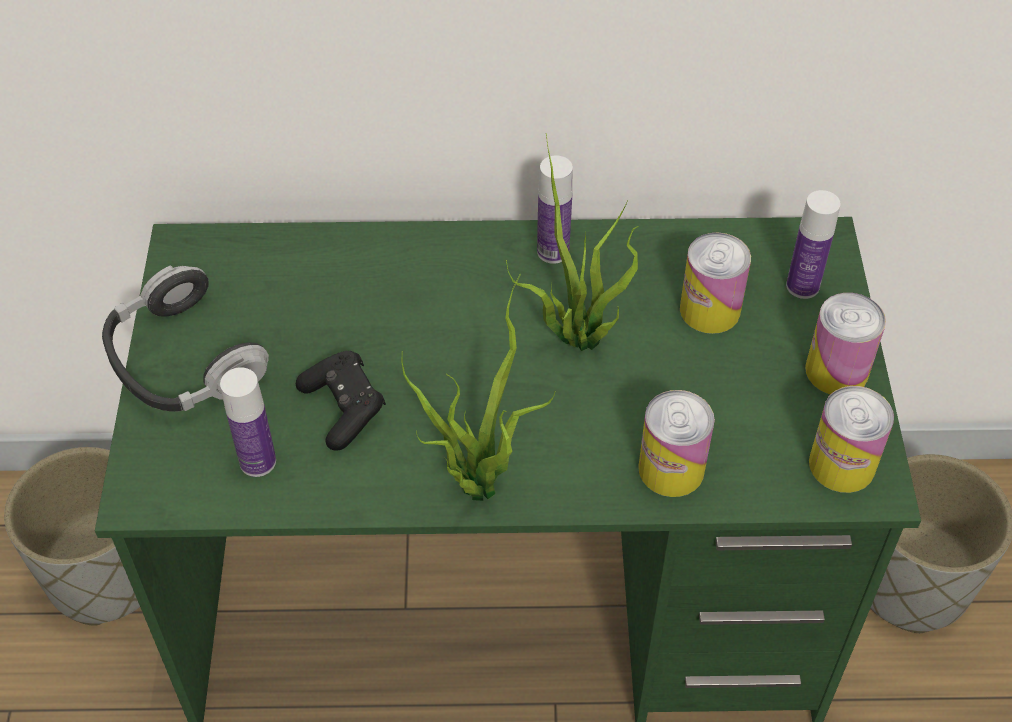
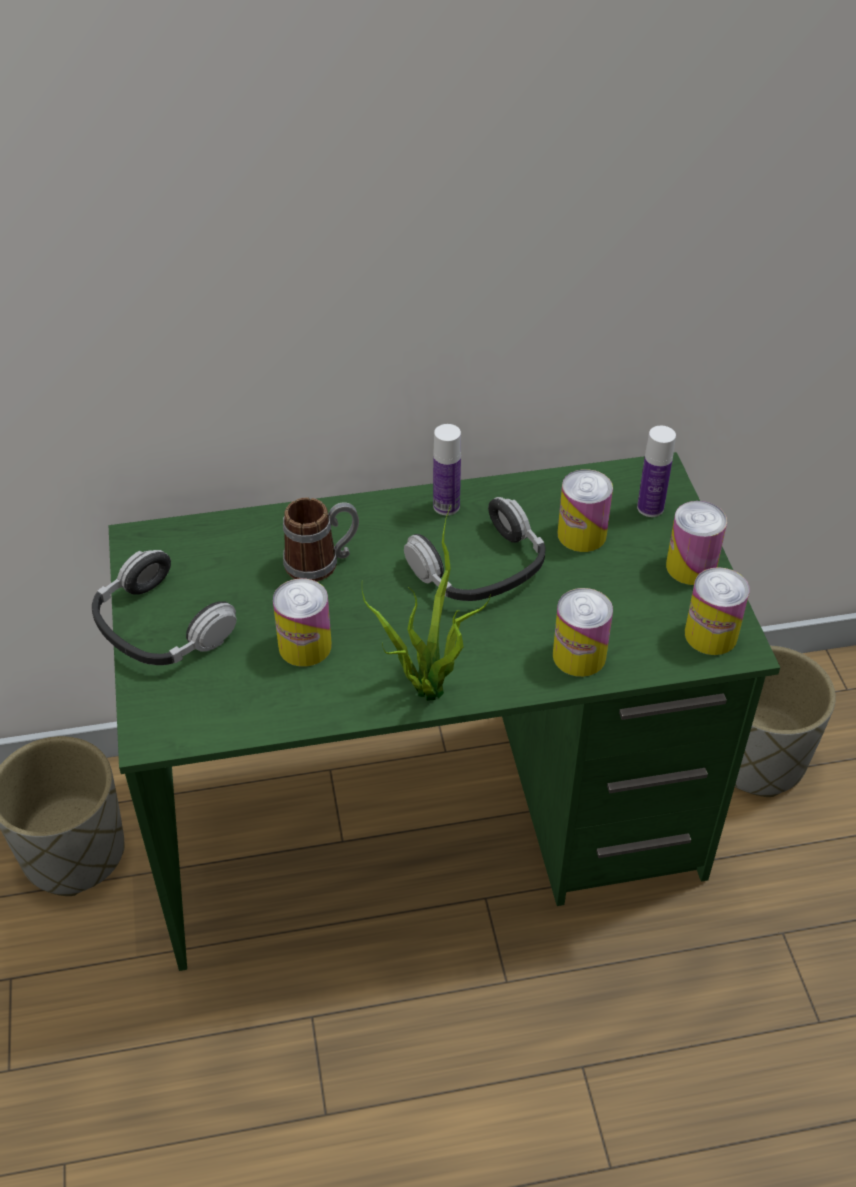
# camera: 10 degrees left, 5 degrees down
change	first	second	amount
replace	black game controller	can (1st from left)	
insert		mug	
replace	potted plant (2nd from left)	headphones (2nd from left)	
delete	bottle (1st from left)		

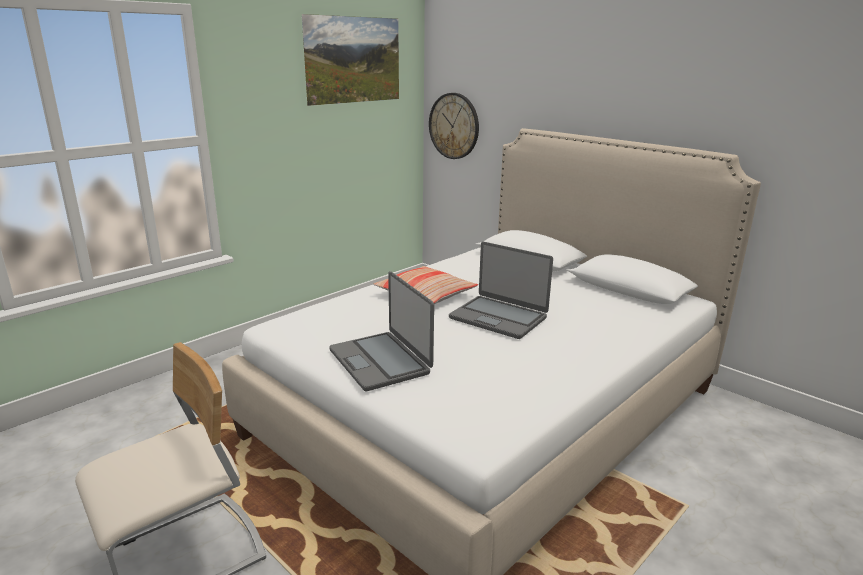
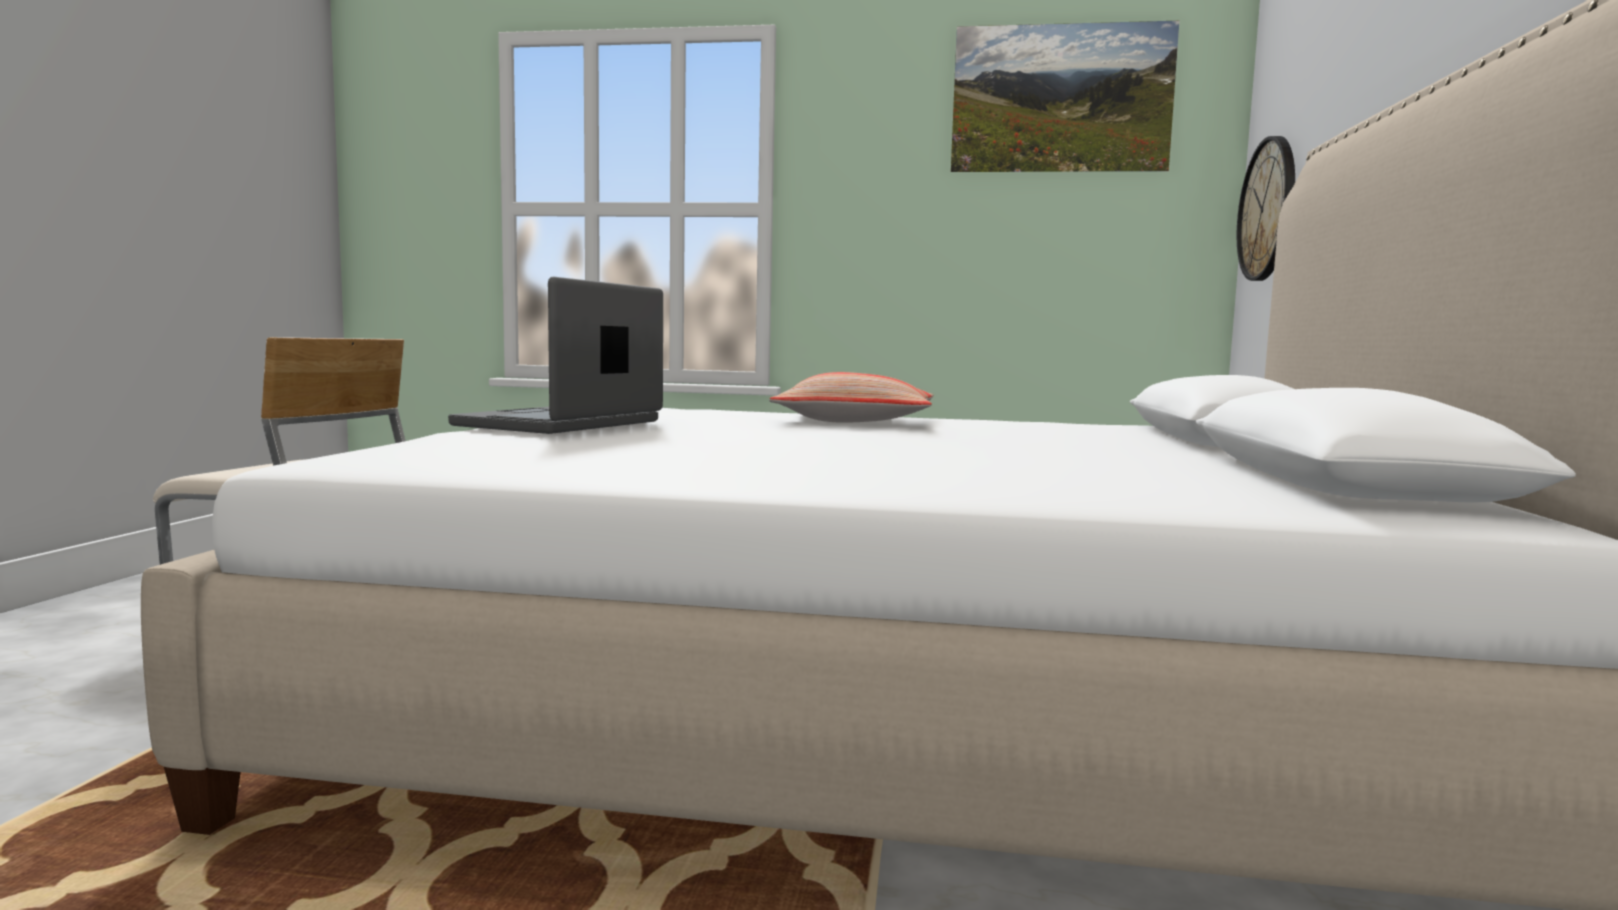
# camera: 55 degrees right, 15 degrees down
change	first	second	amount
delete	laptop (2nd from left)		

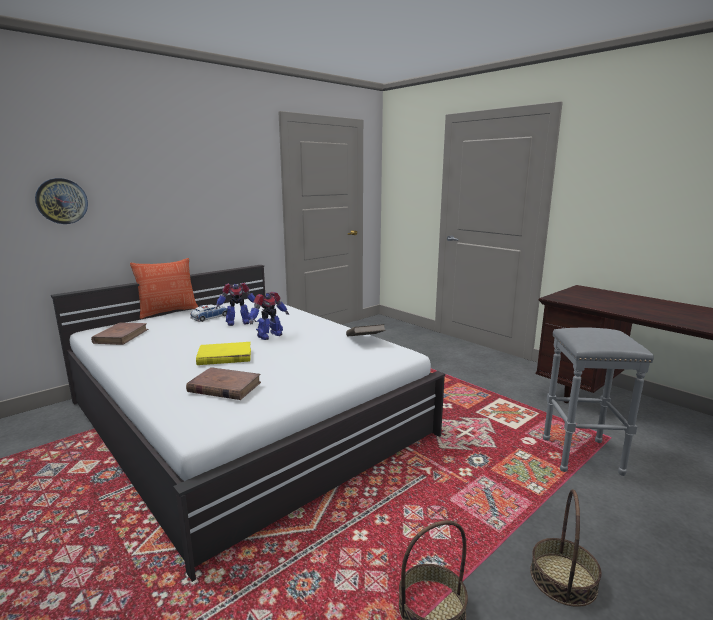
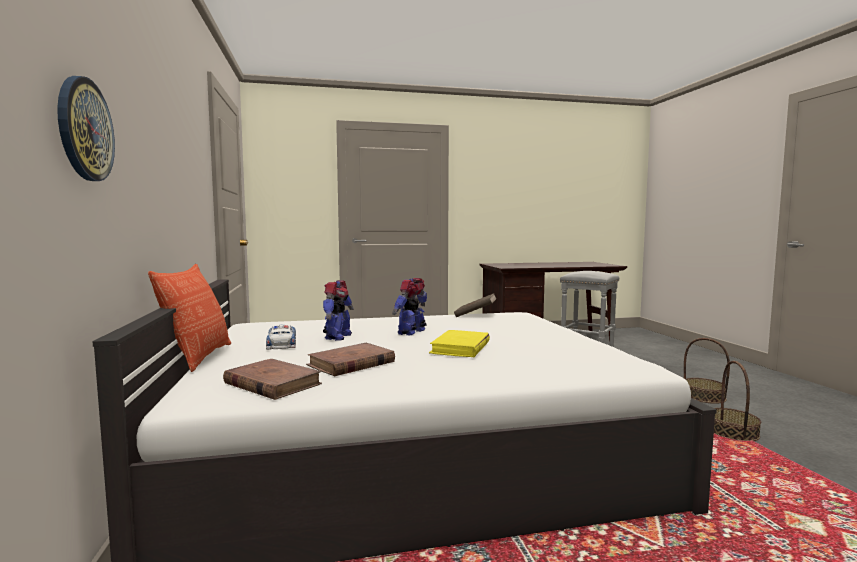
# camera: 60 degrees left, 10 degrees down
change	first	second	amount
move	brown book (2nd from left)		
rotate	toy robot (2nd from left)		135 degrees counterclockwise

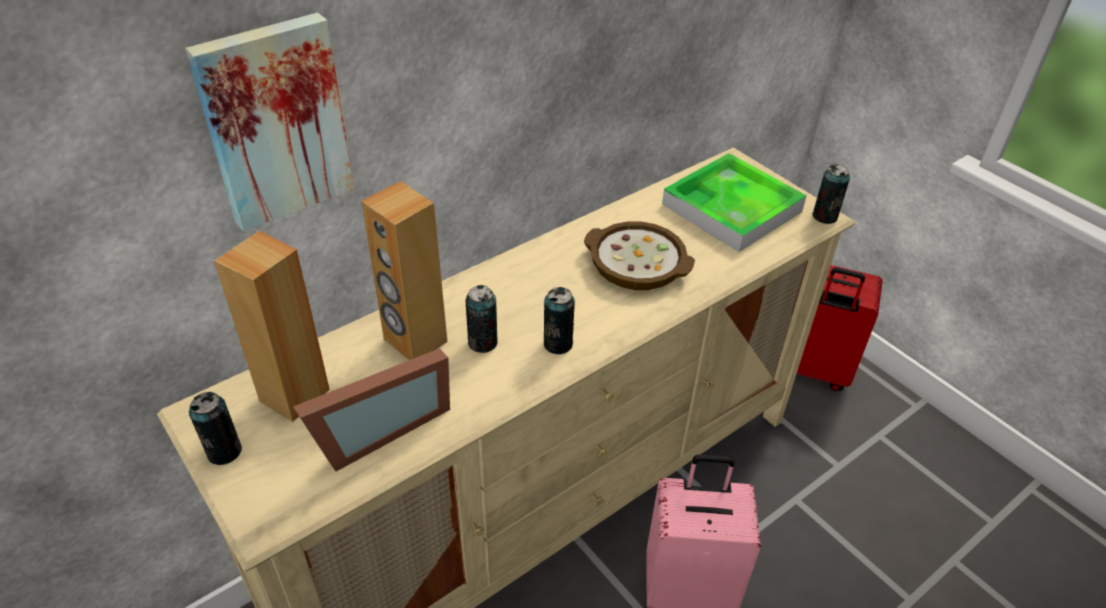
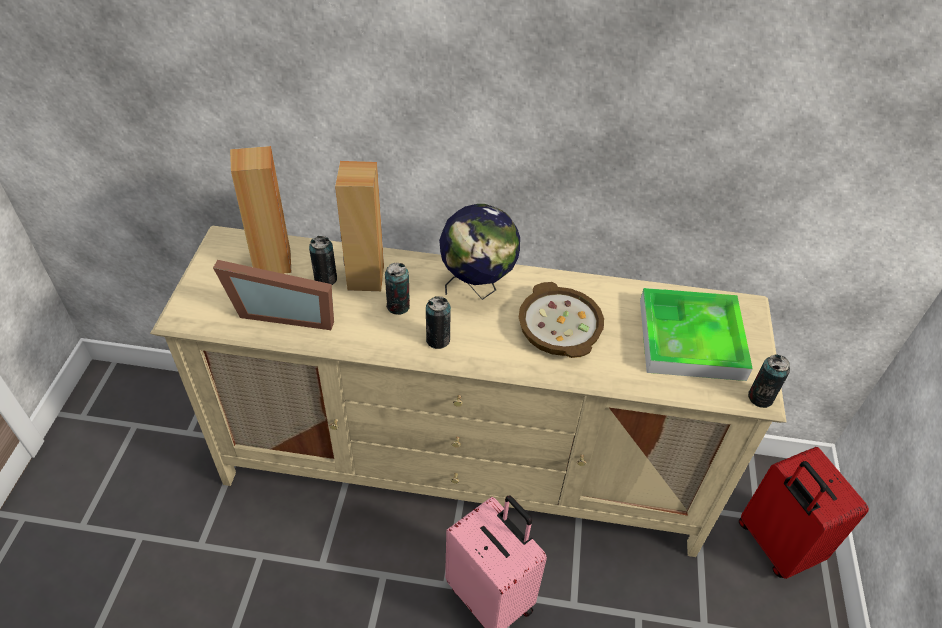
# camera: 45 degrees right, 5 degrees up
change	first	second	amount
move	can (1st from left)		
insert		globe	
delete	picture		

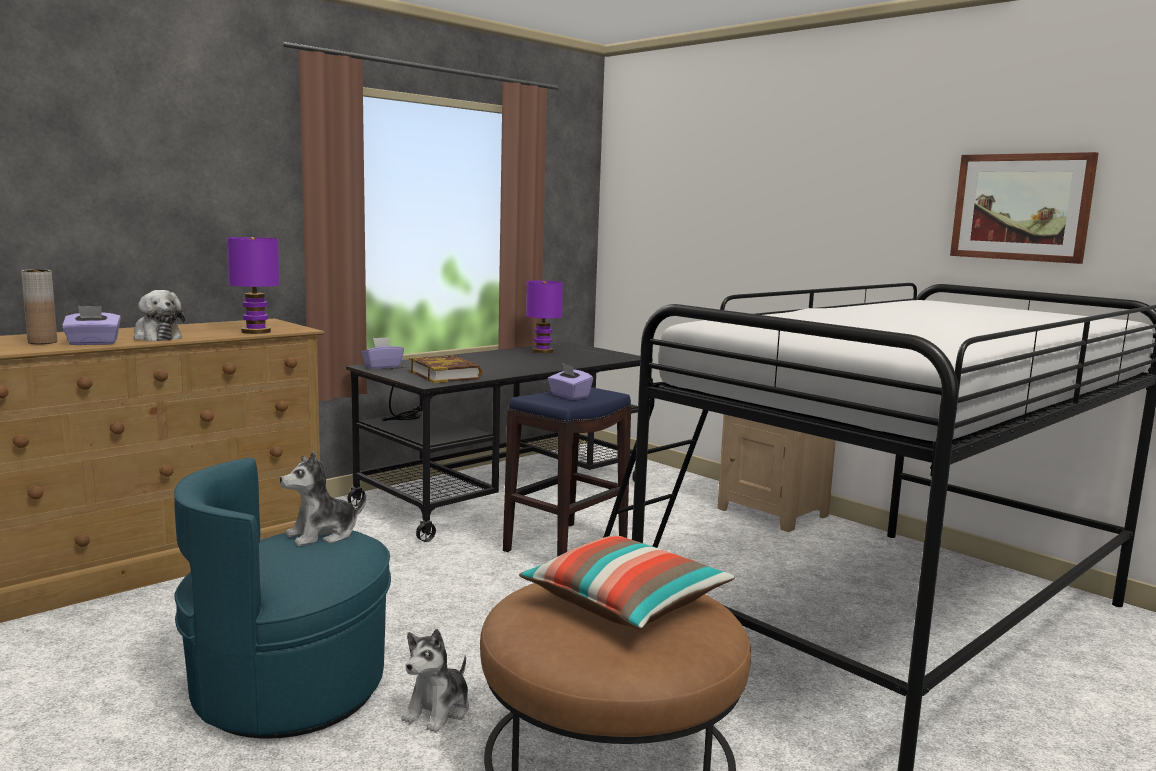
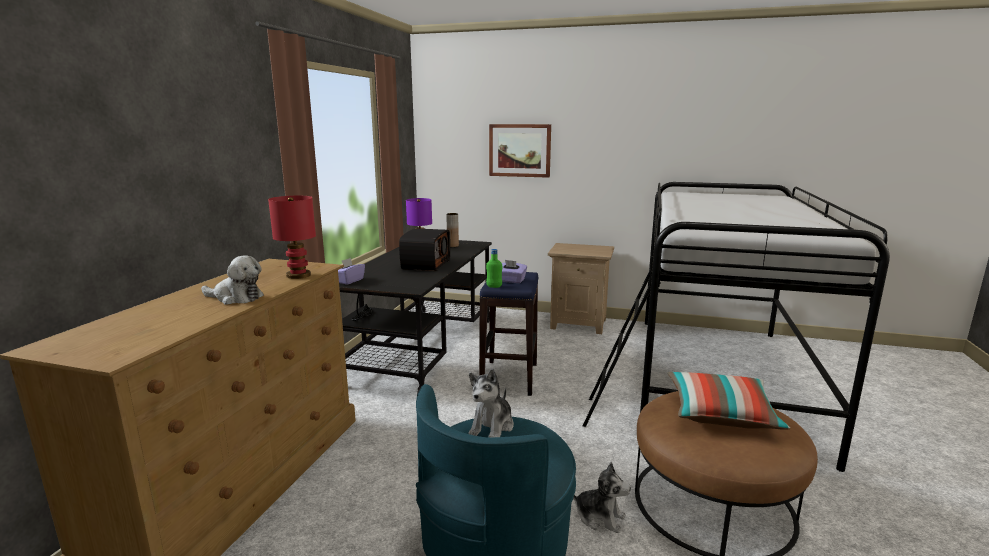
# camera: 30 degrees left, 5 degrees up
change	first	second	amount
recolor	purple table lamp (1st from left)	red table lamp	
insert		radio	
move	brown vase		
insert		green bottle	
move	picture		
rotate	plush toy (3rd from left)		60 degrees counterclockwise
delete	purple tissue box (1st from left)		
delete	book		

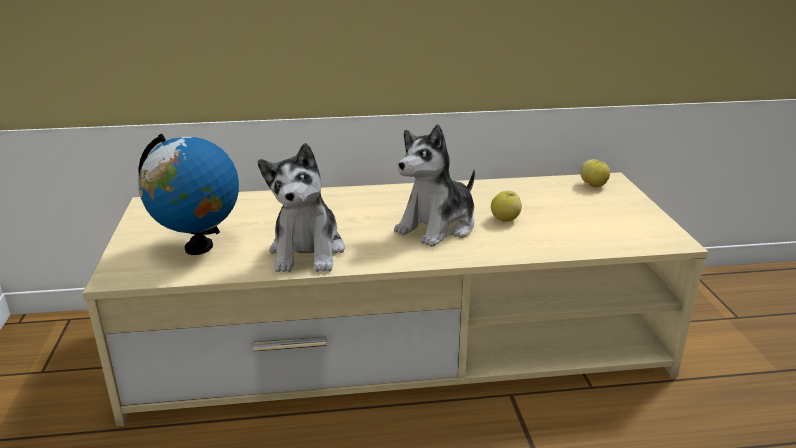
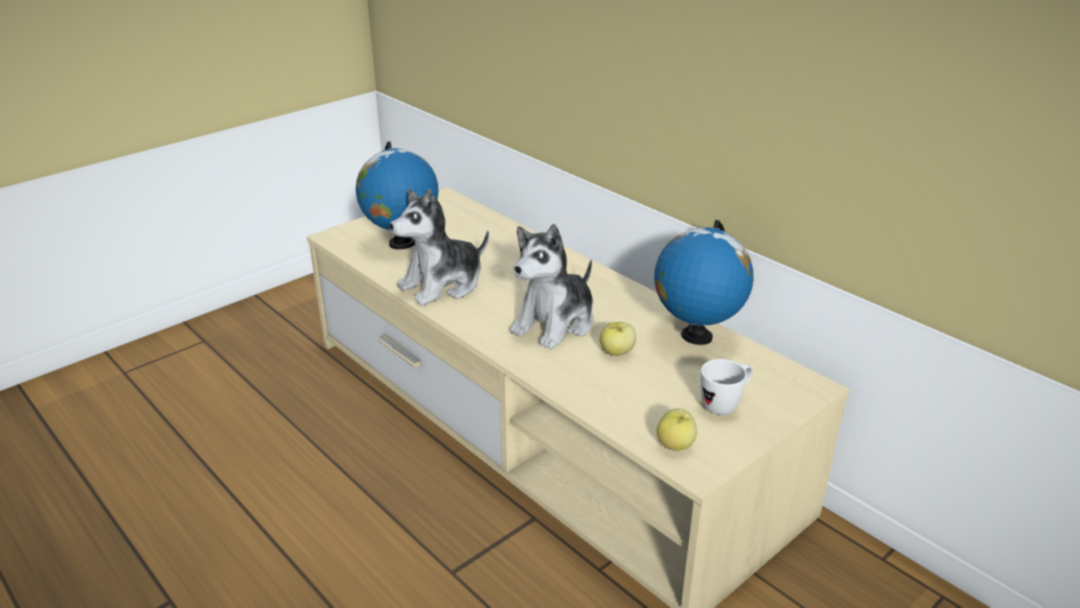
# camera: 55 degrees right, 5 degrees up
change	first	second	amount
rotate	plush toy (2nd from left)		60 degrees counterclockwise
insert		globe (2nd from left)	
move	apple (2nd from left)		
insert		white mug	

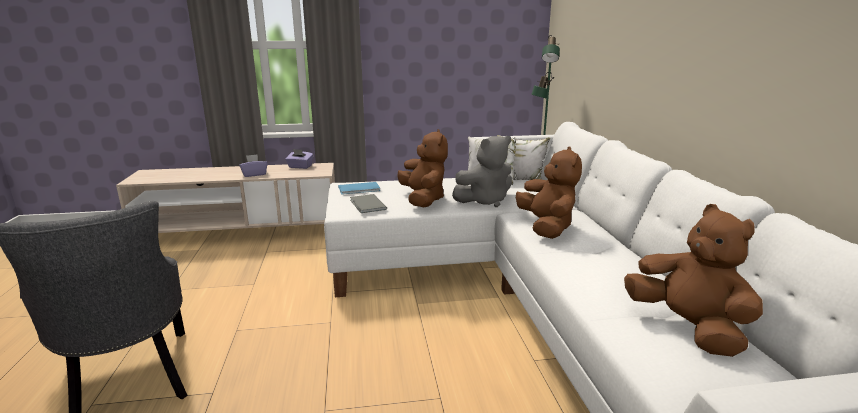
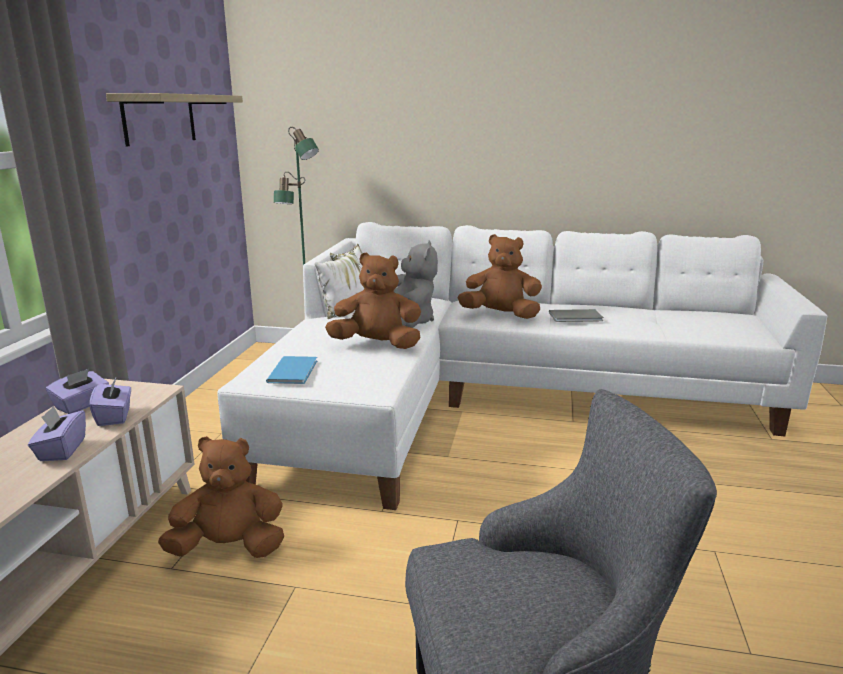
# camera: 70 degrees left, 0 degrees up
change	first	second	amount
insert		purple tissue box (3rd from left)	
insert		shelf	
move	brown plush toy (3rd from left in the first image)	brown plush toy (1st from left)	
move	grey book		

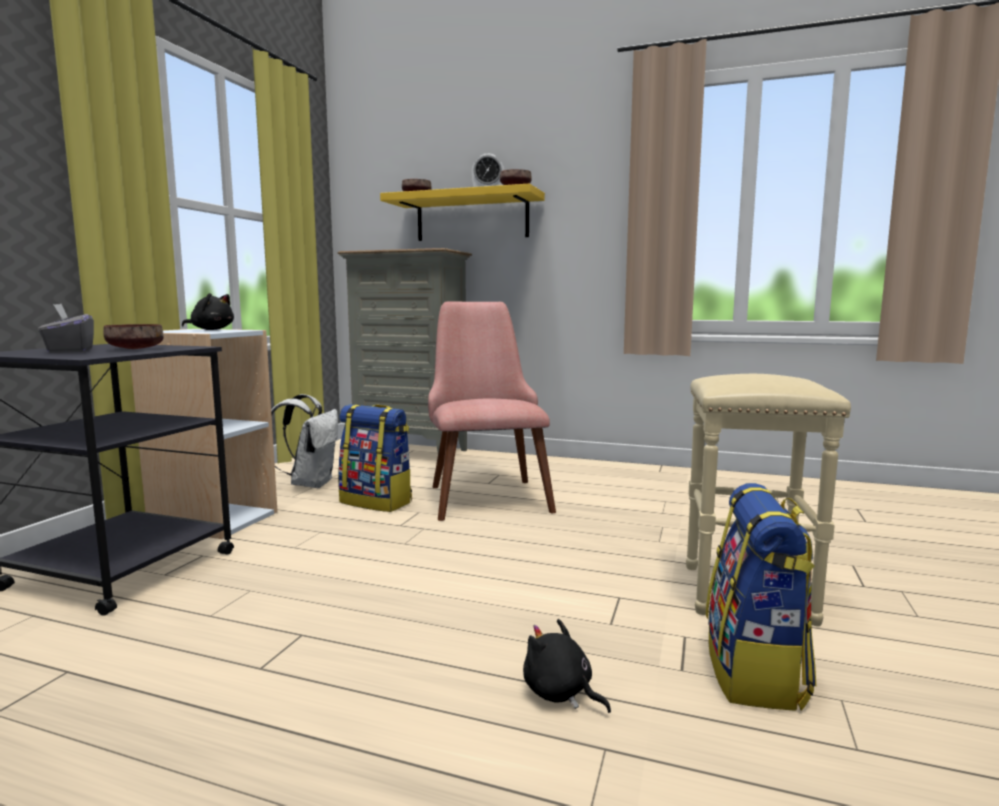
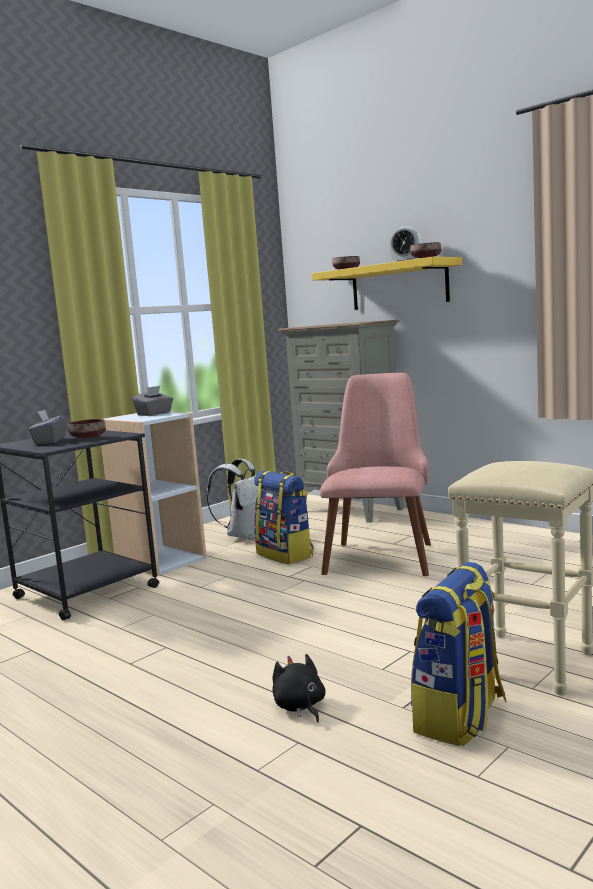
# camera: 25 degrees right, 0 degrees up
change	first	second	amount
replace	black plush toy (1st from left)	grey tissue box (2nd from left)	

